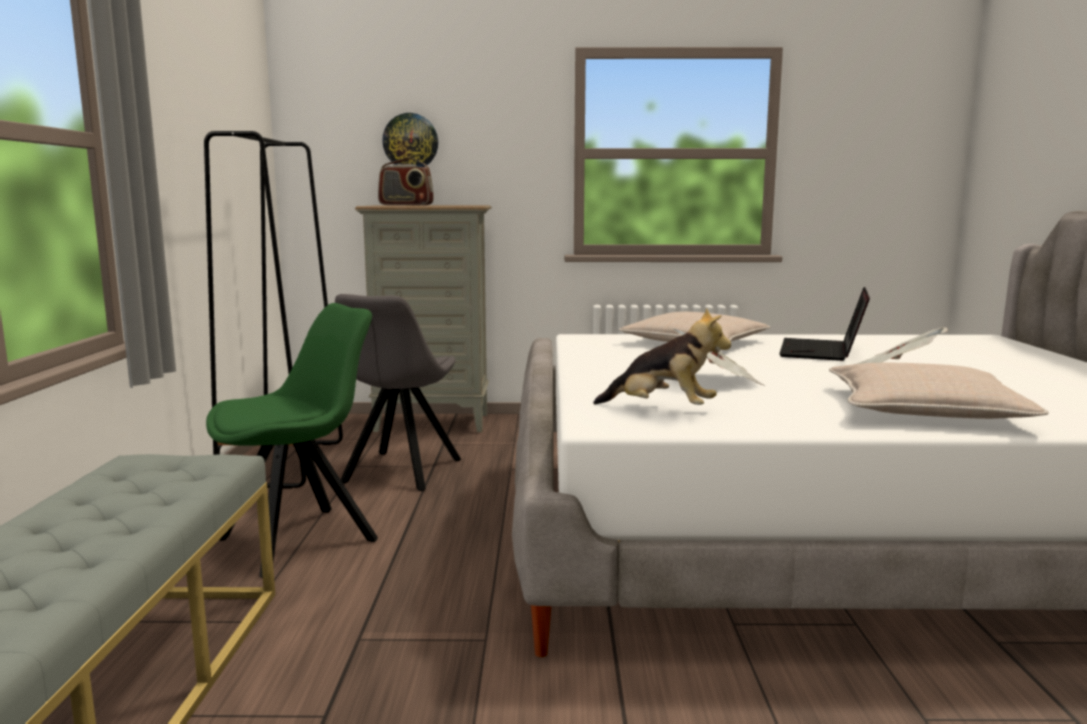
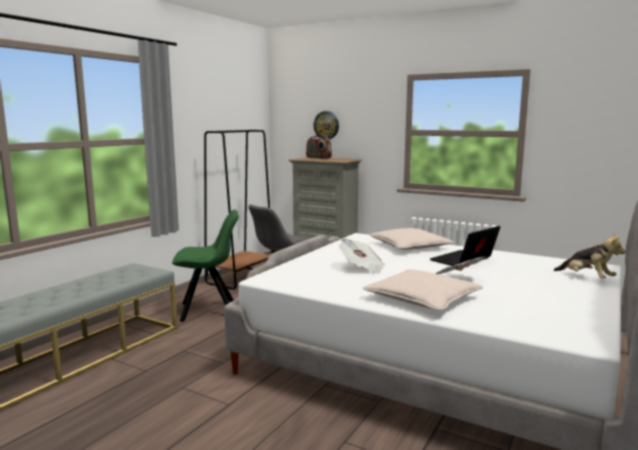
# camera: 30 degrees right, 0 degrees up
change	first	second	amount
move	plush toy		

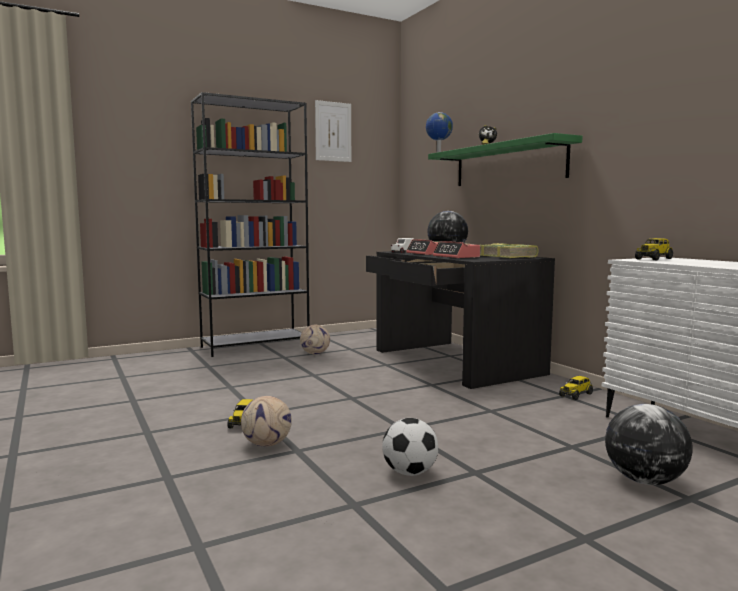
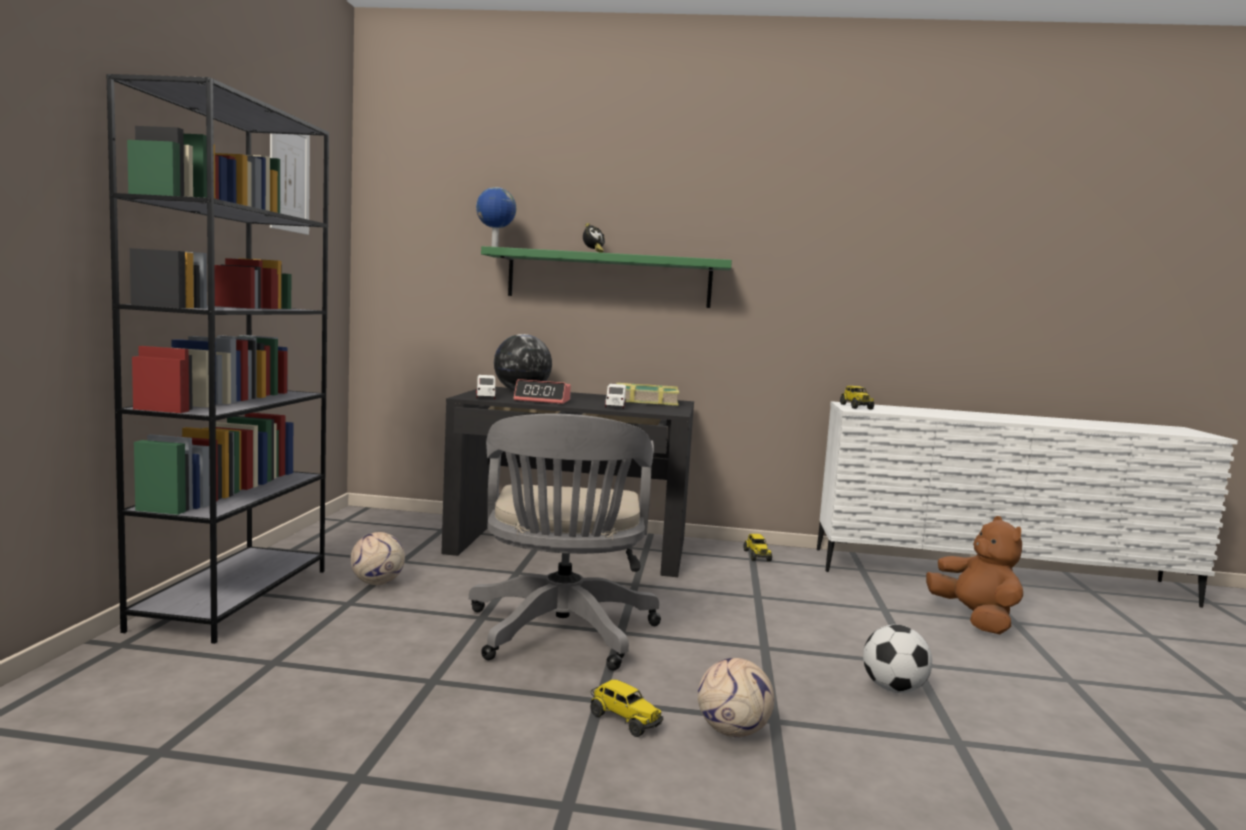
# camera: 55 degrees left, 0 degrees up
change	first	second	amount
insert		grey office chair	
replace	alarm clock (2nd from left)	white toy car (2nd from left)	
replace	globe (3rd from left)	brown plush toy	

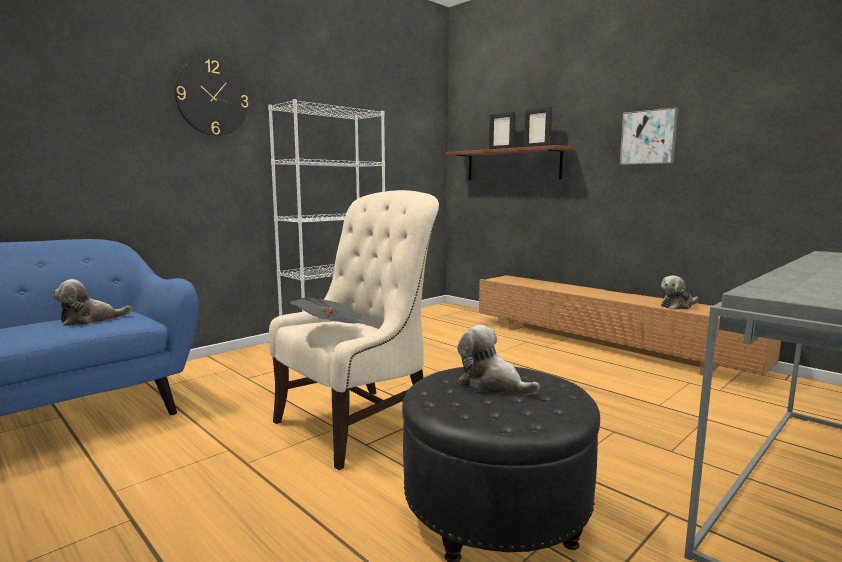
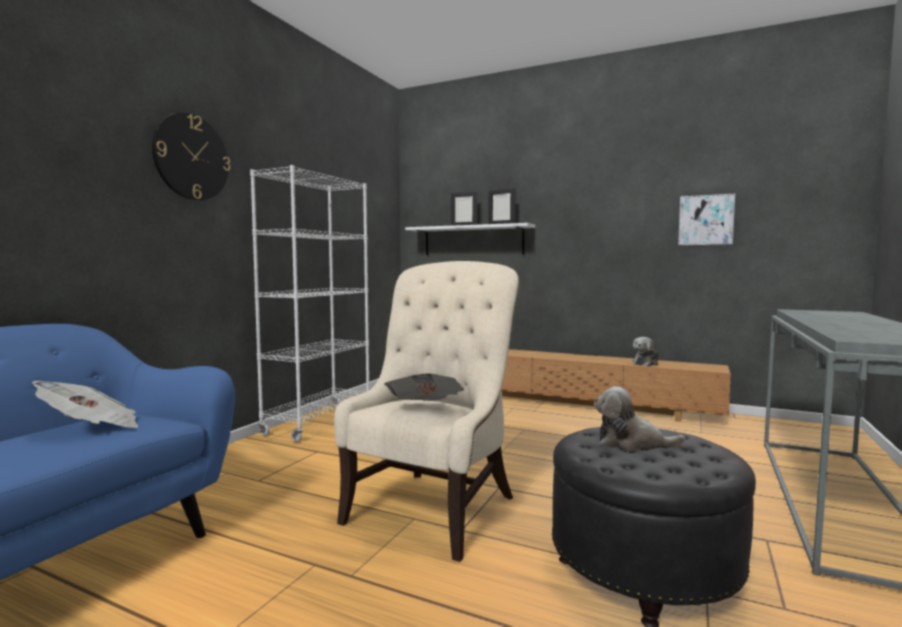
# camera: 20 degrees left, 5 degrees down
change	first	second	amount
replace	plush toy (1st from left)	newspaper (1st from left)	
recolor	brown shelf	white shelf	
move	picture		

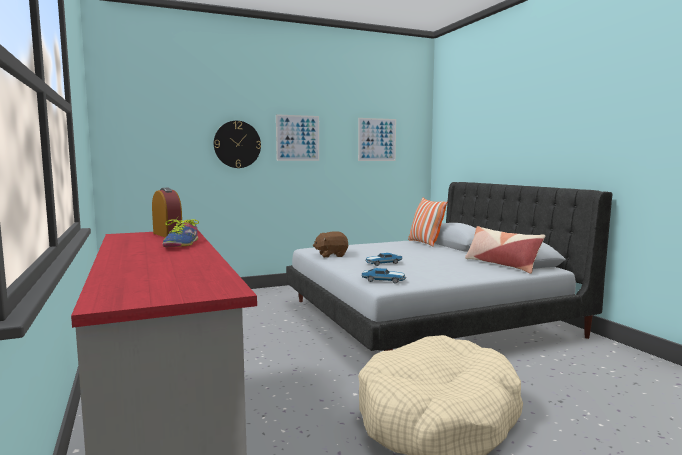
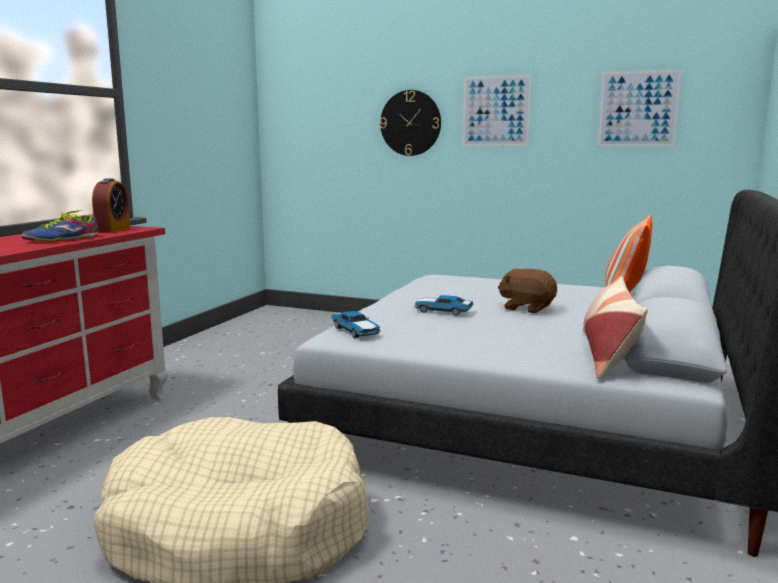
# camera: 45 degrees right, 5 degrees up
change	first	second	amount
move	brown plush toy		

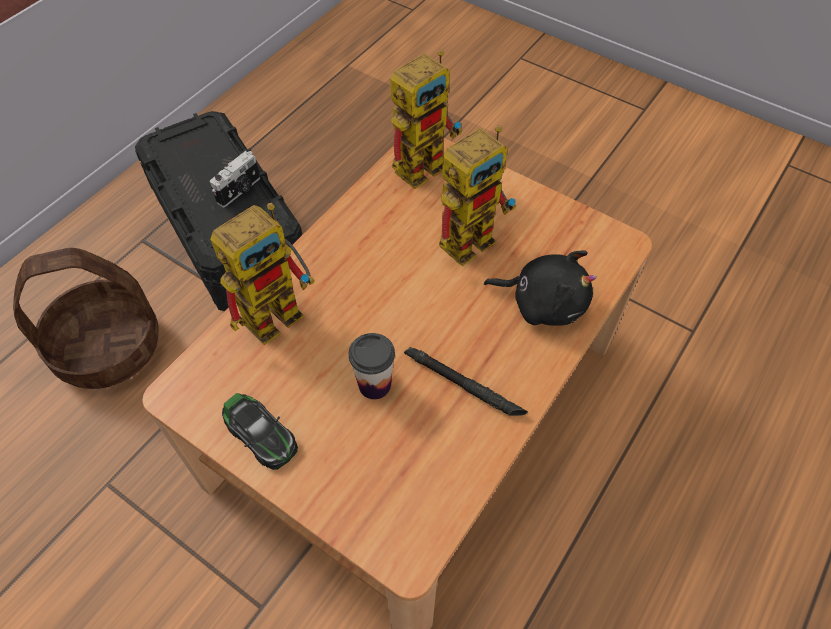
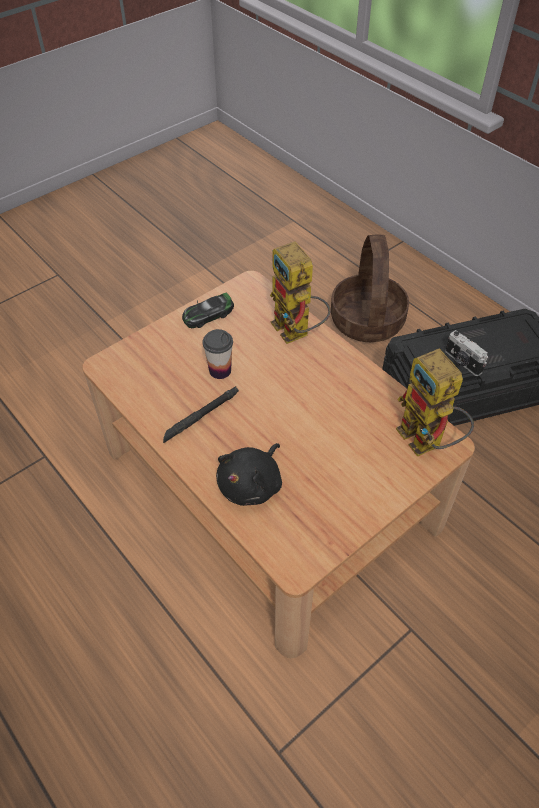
# camera: 105 degrees right, 5 degrees down
change	first	second	amount
delete	toy robot (3rd from left)		

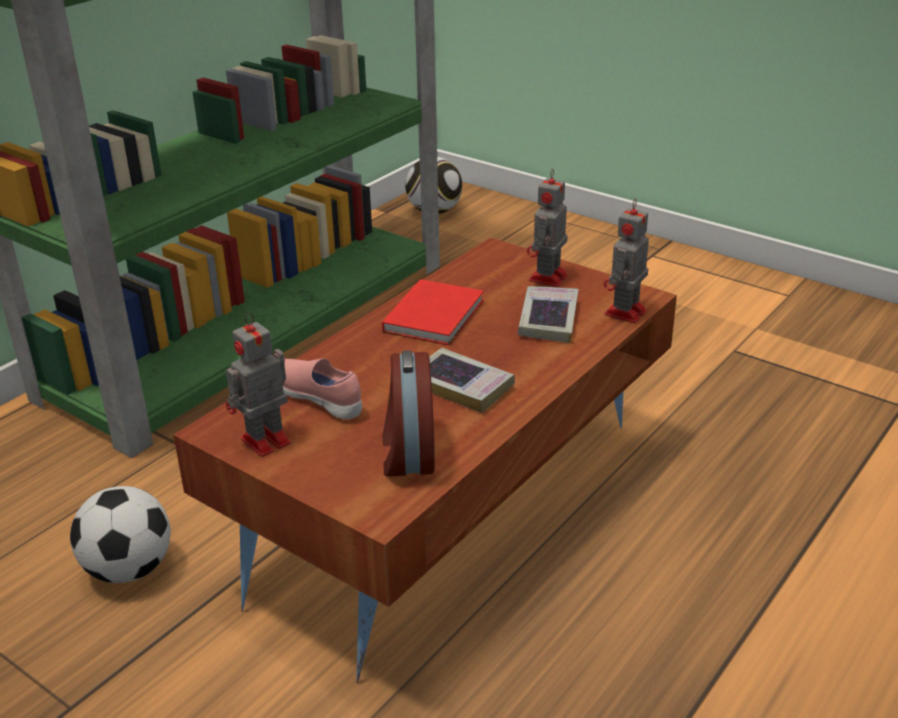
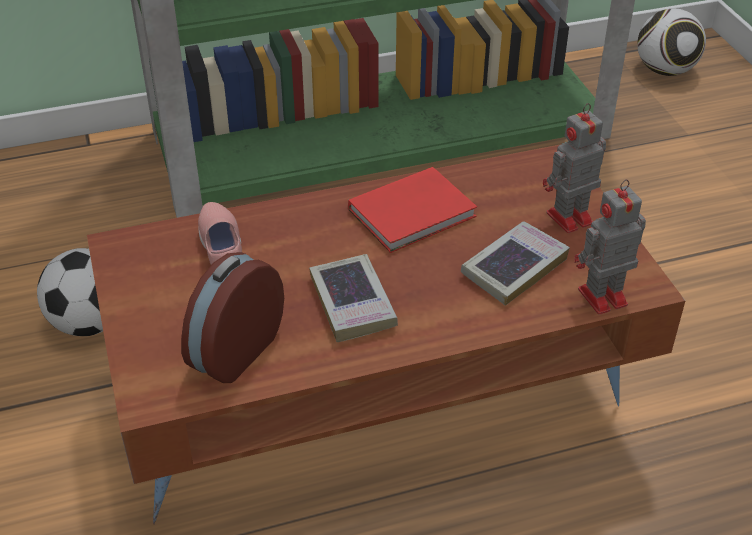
# camera: 35 degrees right, 10 degrees up
change	first	second	amount
delete	toy robot (1st from left)		

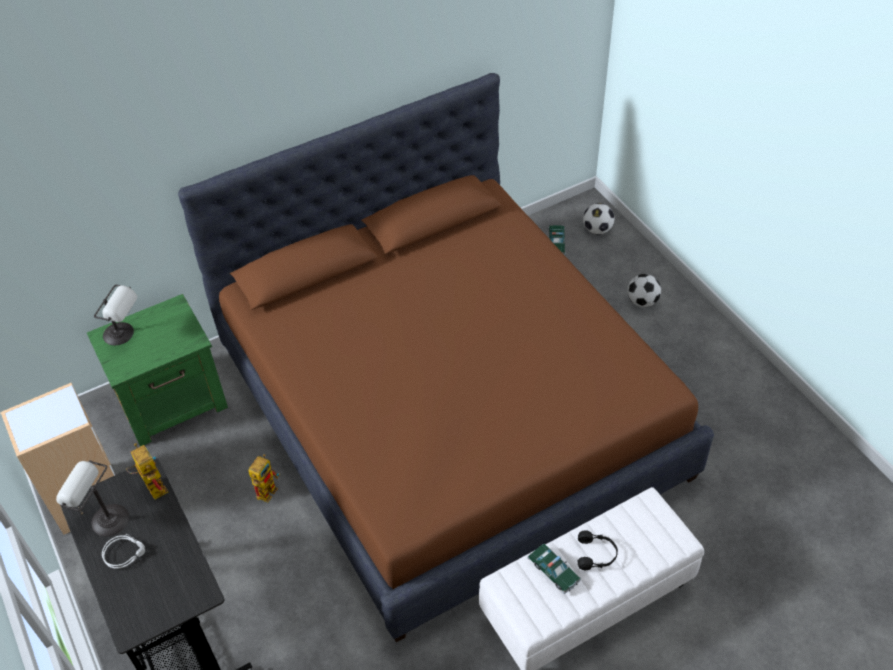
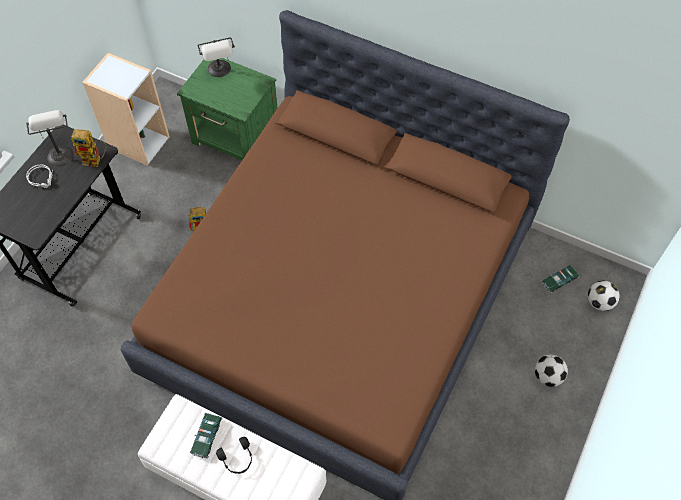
# camera: 55 degrees right, 10 degrees up
change	first	second	amount
rotate	toy robot (1st from left)		75 degrees clockwise

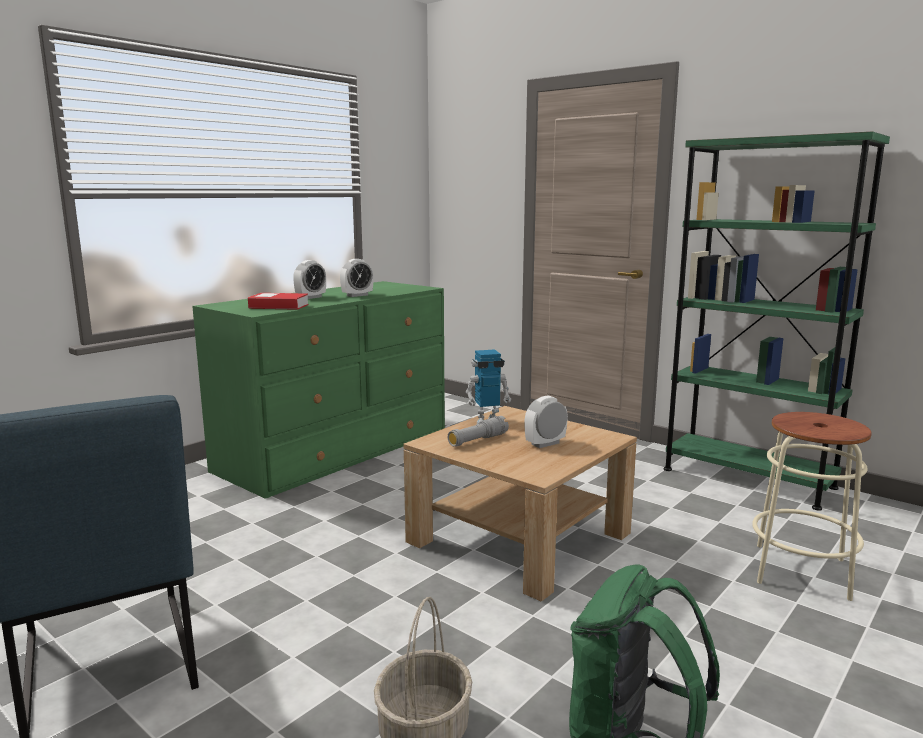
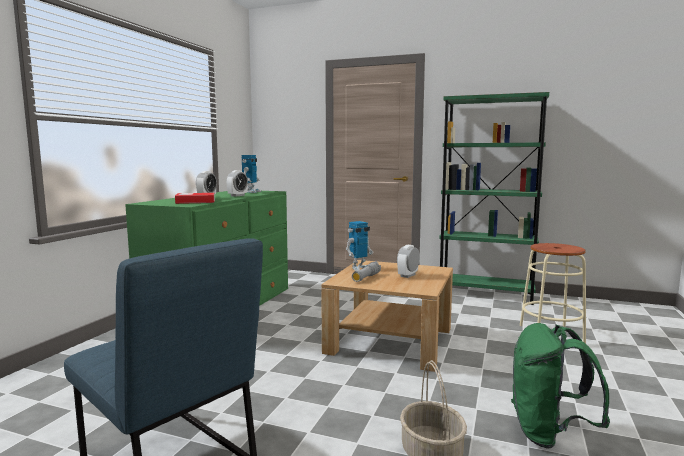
# camera: 20 degrees left, 5 degrees down
change	first	second	amount
insert		toy robot (1st from left)	

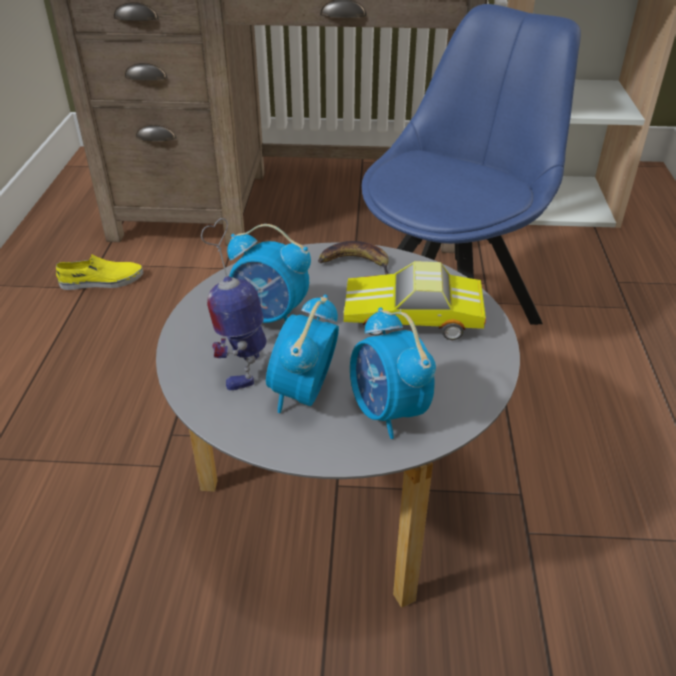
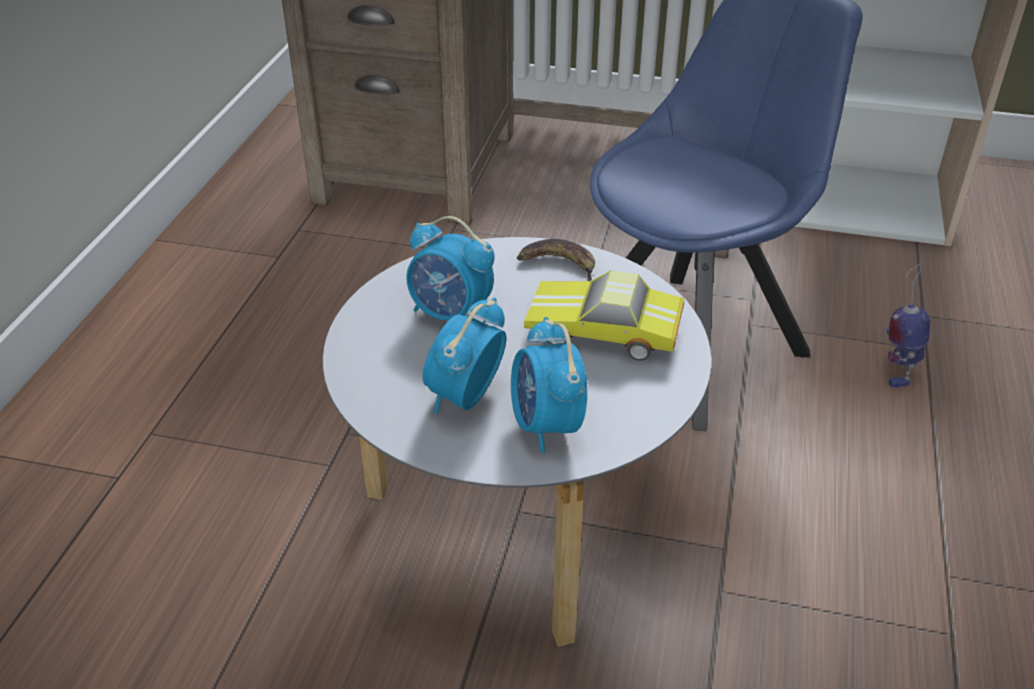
# camera: 10 degrees right, 0 degrees up
change	first	second	amount
move	toy robot		
delete	yellow shoe		

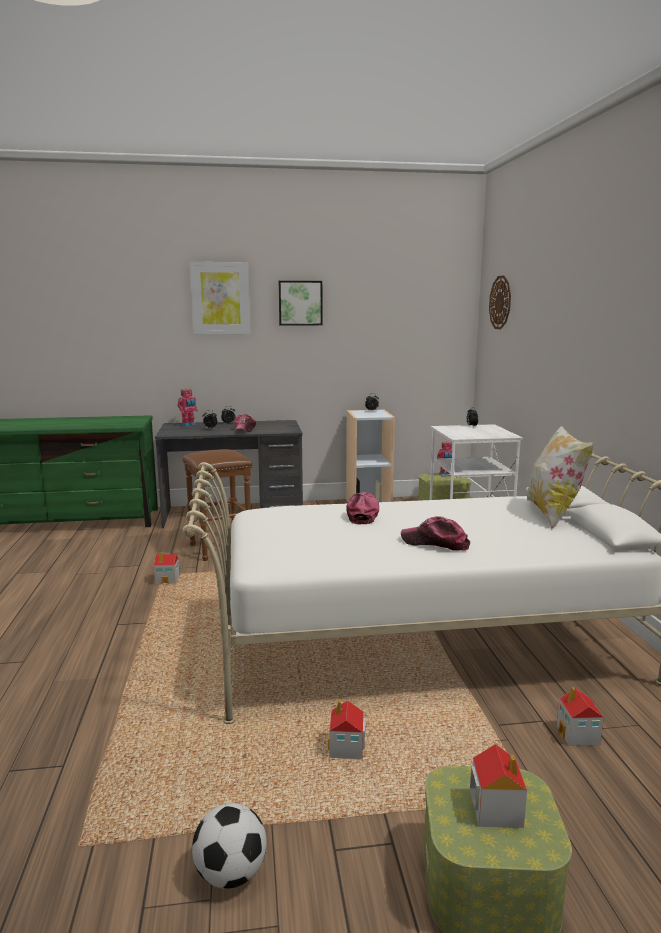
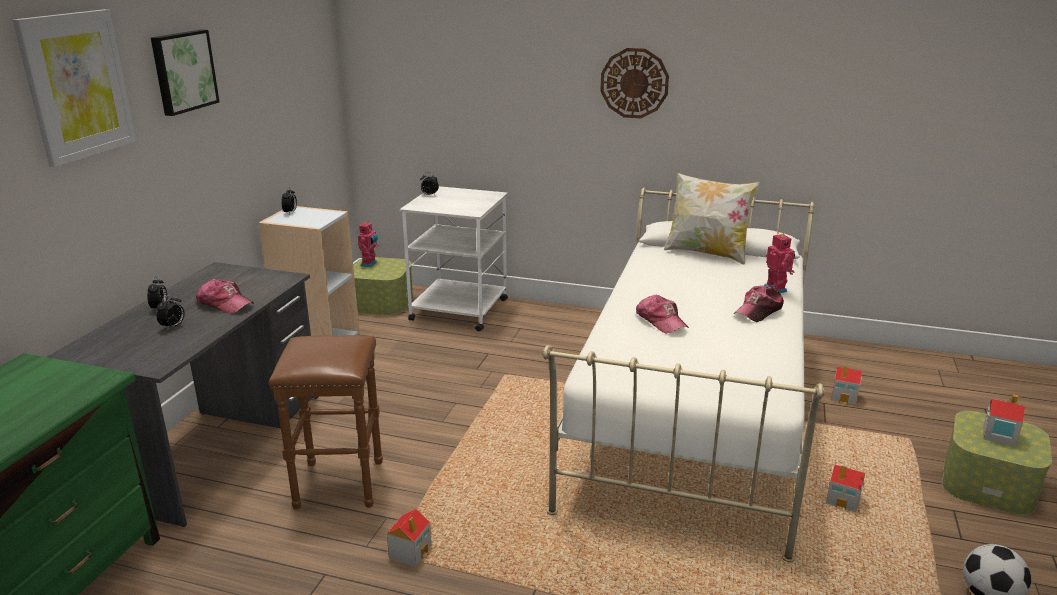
# camera: 65 degrees left, 10 degrees up
change	first	second	amount
move	wall clock		
rotate	cap (2nd from left)		150 degrees counterclockwise
move	toy robot (1st from left in the first image)	toy robot (2nd from left)	

